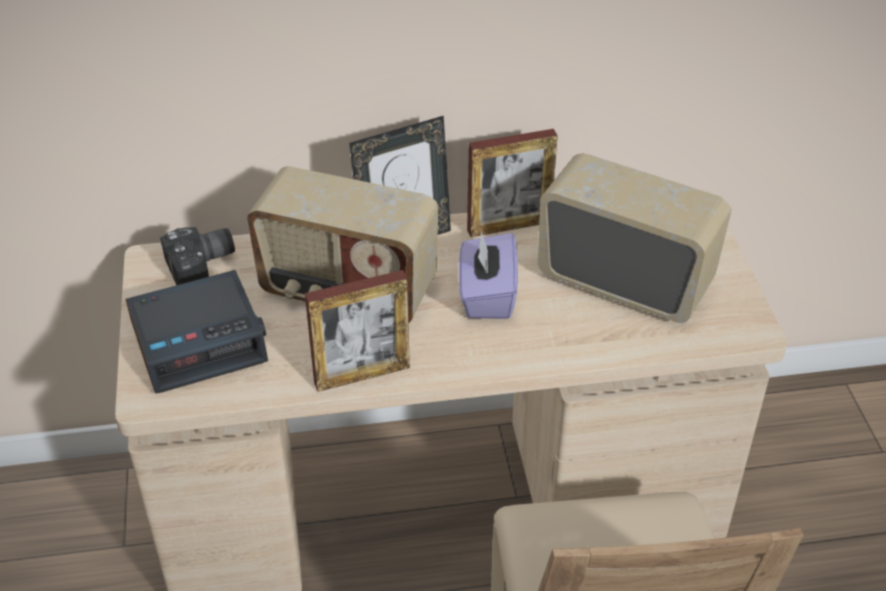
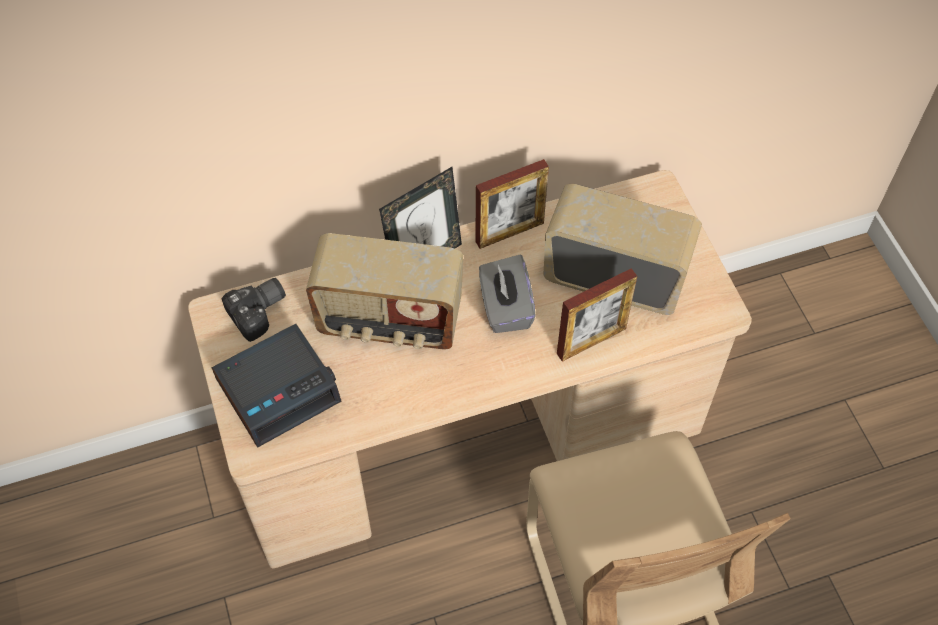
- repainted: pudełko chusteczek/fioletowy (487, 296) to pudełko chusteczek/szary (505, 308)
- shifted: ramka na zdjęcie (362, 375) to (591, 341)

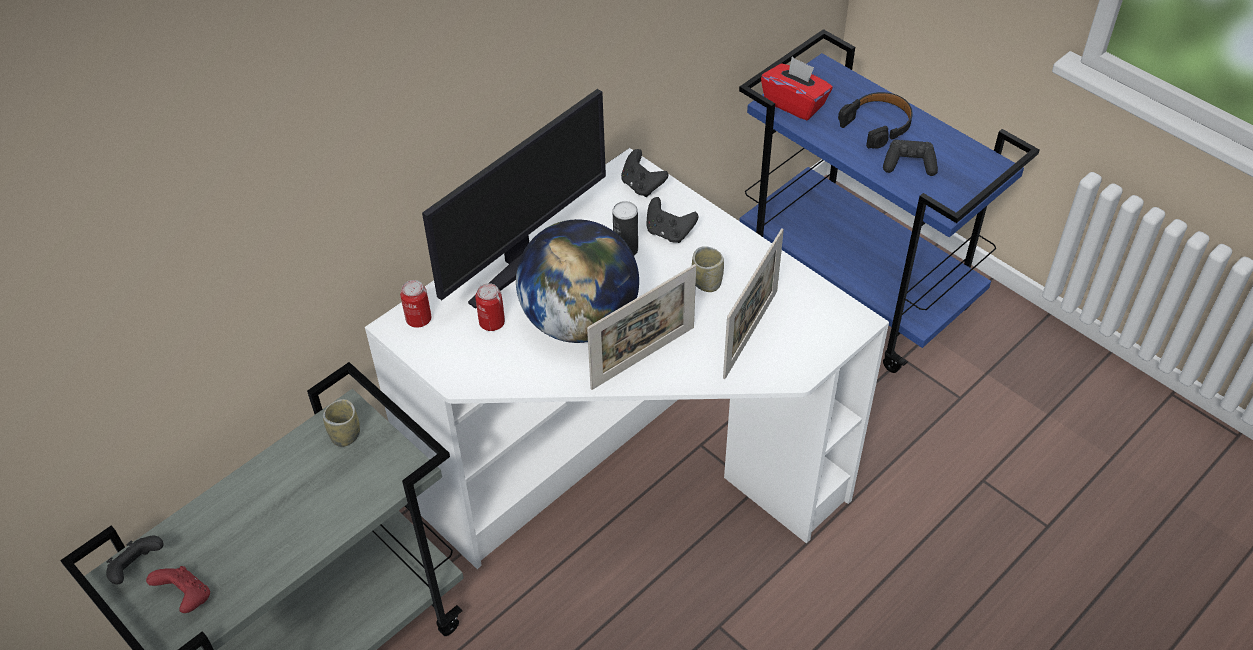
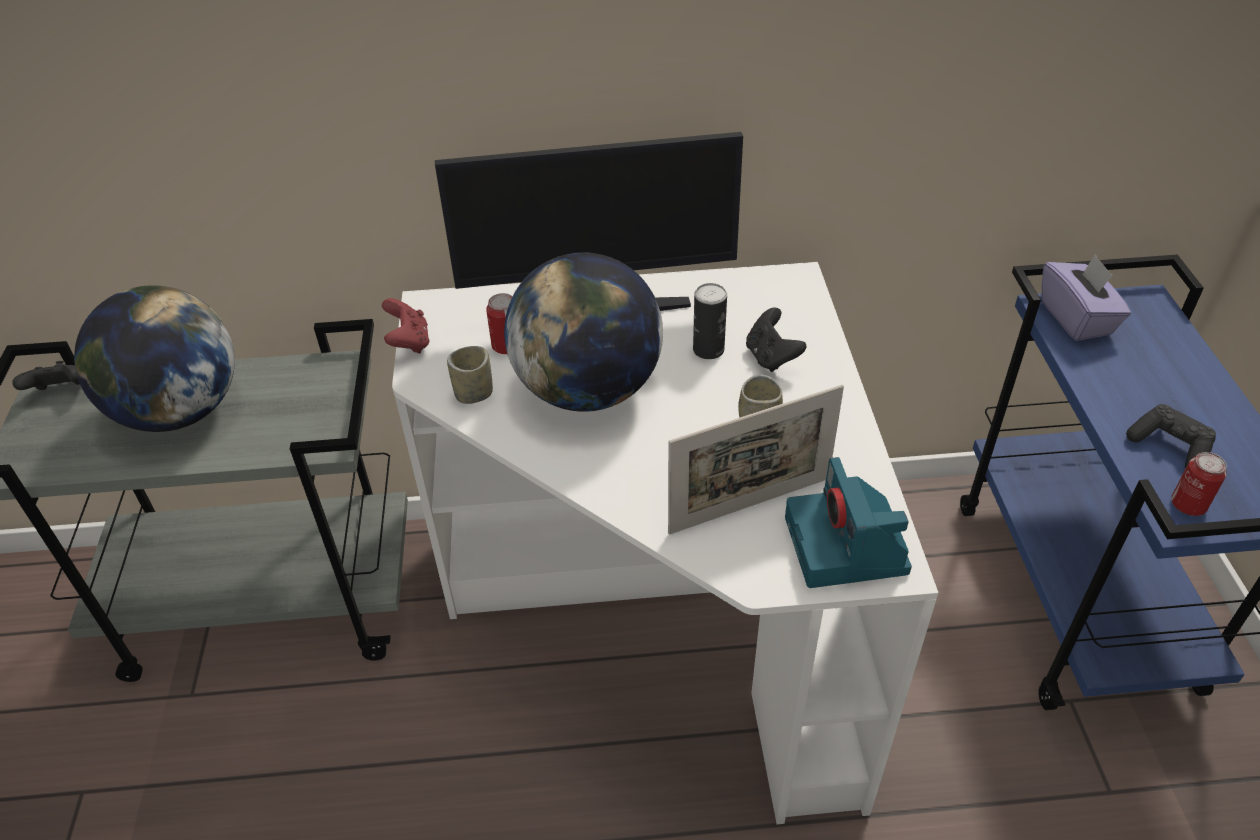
- new: globus (179, 411)
- shifted: pad do gier/czerwony (186, 597) to (409, 342)
- shifted: filiżanka (345, 435) to (474, 394)
- new: aparat fotograficzny (847, 547)
- repainted: pudełko chusteczek/czerwony (794, 104) to pudełko chusteczek/fioletowy (1076, 318)
- shifted: puszka (418, 319) to (1188, 505)
- gone: ramka na zdjęcie (643, 357)
- gone: pad do gier/czarny (642, 186)
- gone: słuchawki/czarny (877, 125)

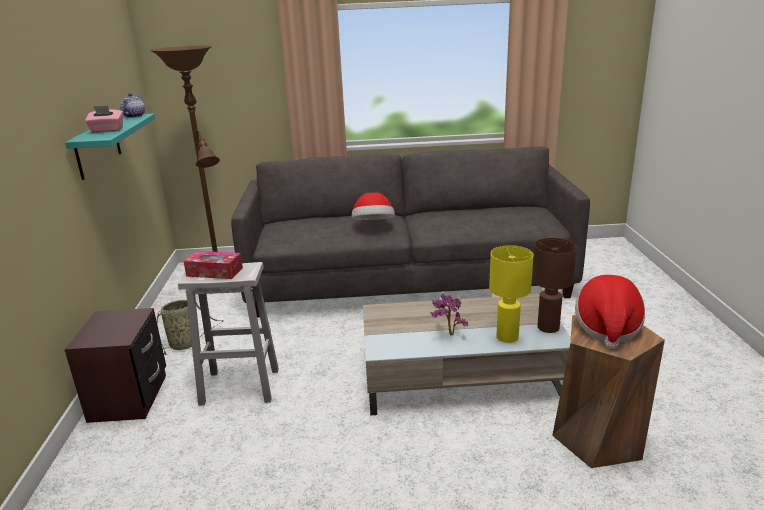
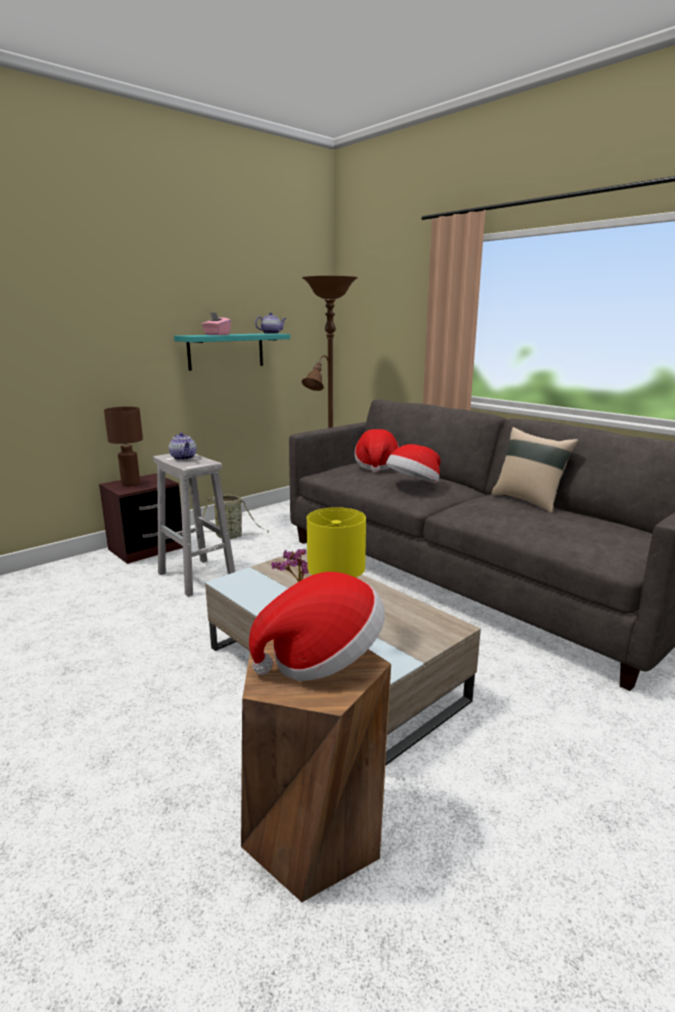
- shifted: lampa stołowa/brązowy (548, 327) to (131, 484)
- swapped: pudełko chusteczek (214, 272) to imbryk (184, 458)
- new: kapelusz (376, 466)
- new: poduszka/beżowy (528, 501)

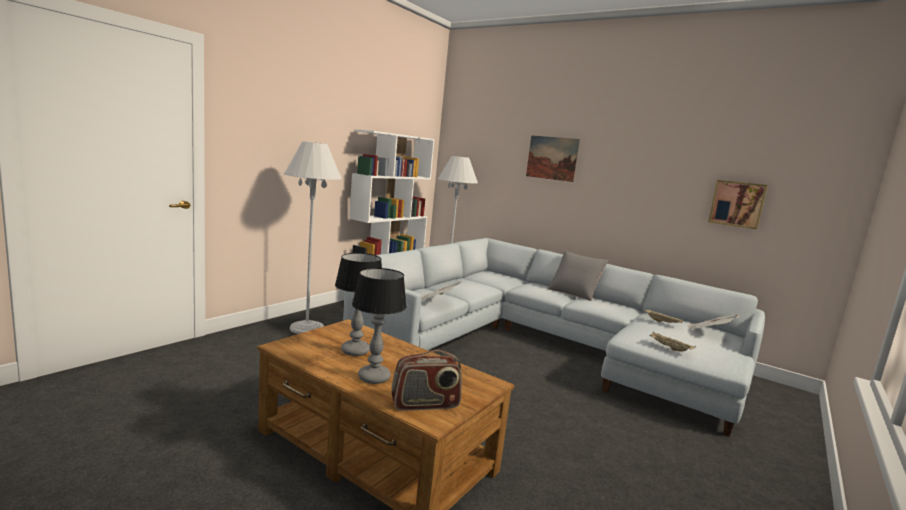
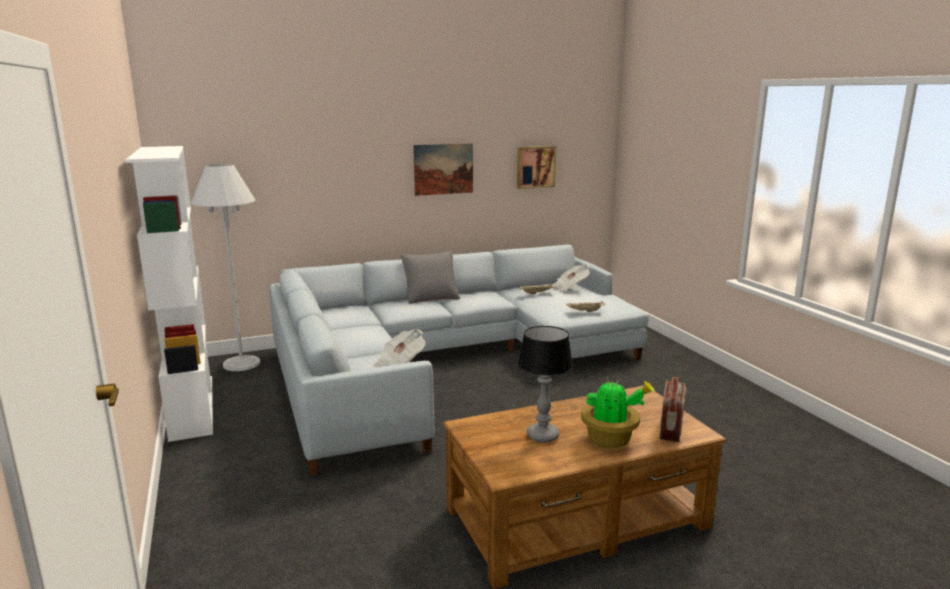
- shifted: obraz (552, 158) to (443, 169)
- swapped: lampa stołowa (374, 378) to roślina doniczkowa (611, 439)
- gone: lampa stojąca/biały (307, 328)

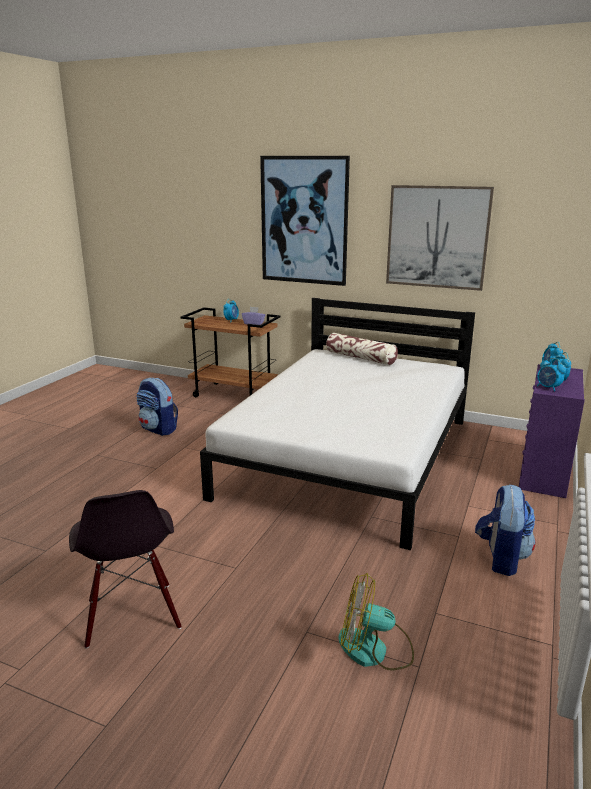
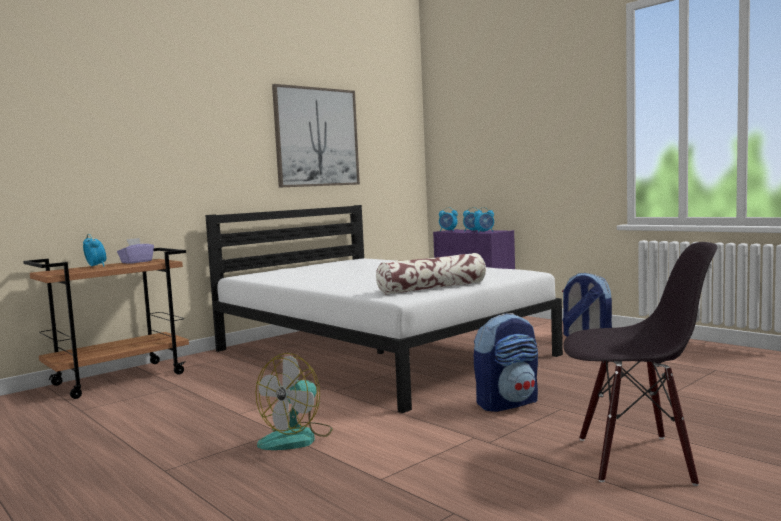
- shifted: wentylator (374, 649) to (297, 437)
- shifted: poduszka (361, 358) to (433, 288)
- shifted: plecak (159, 429) to (507, 403)
- gone: obraz (304, 221)

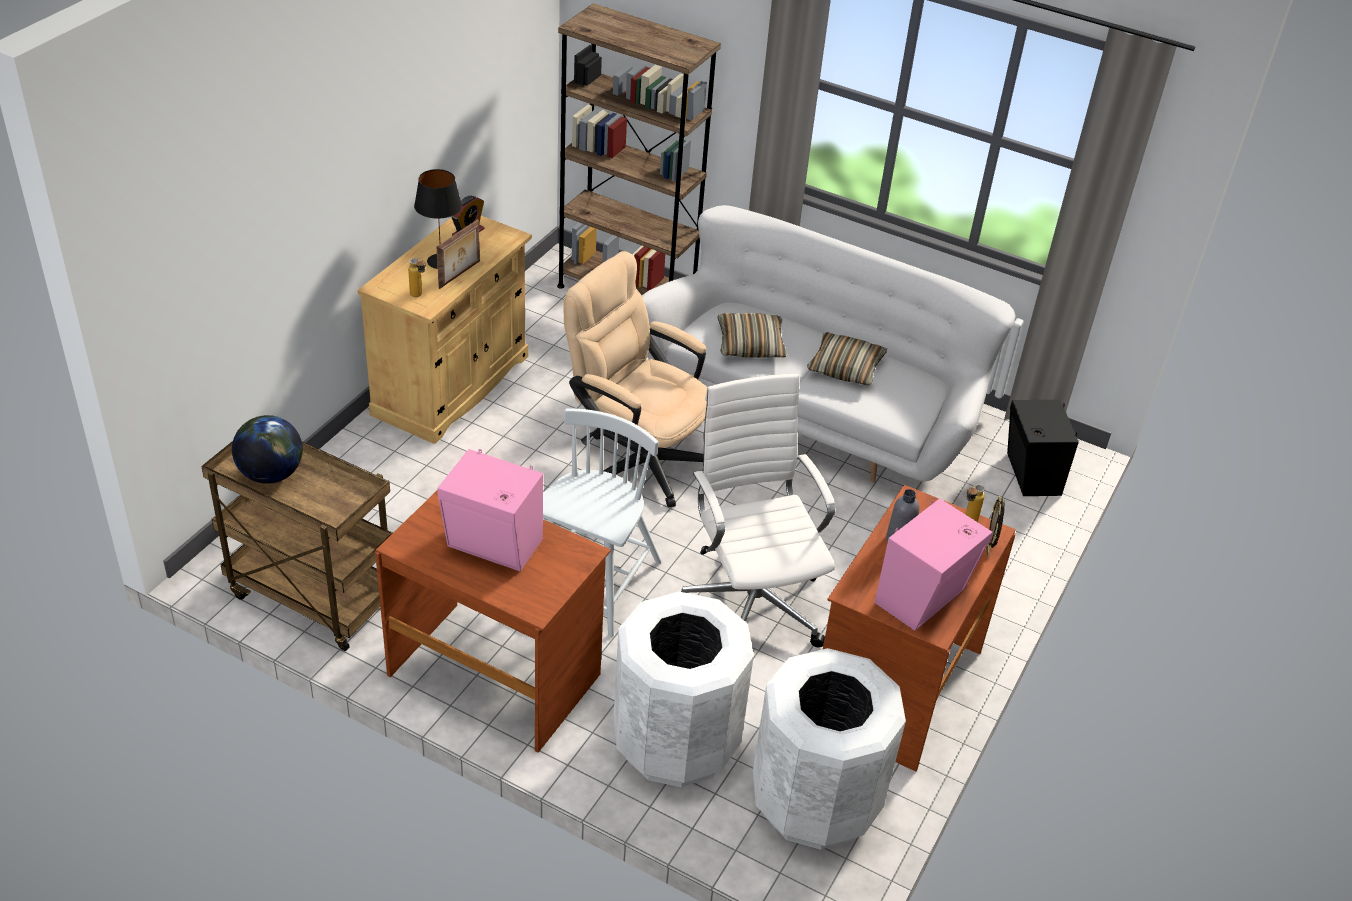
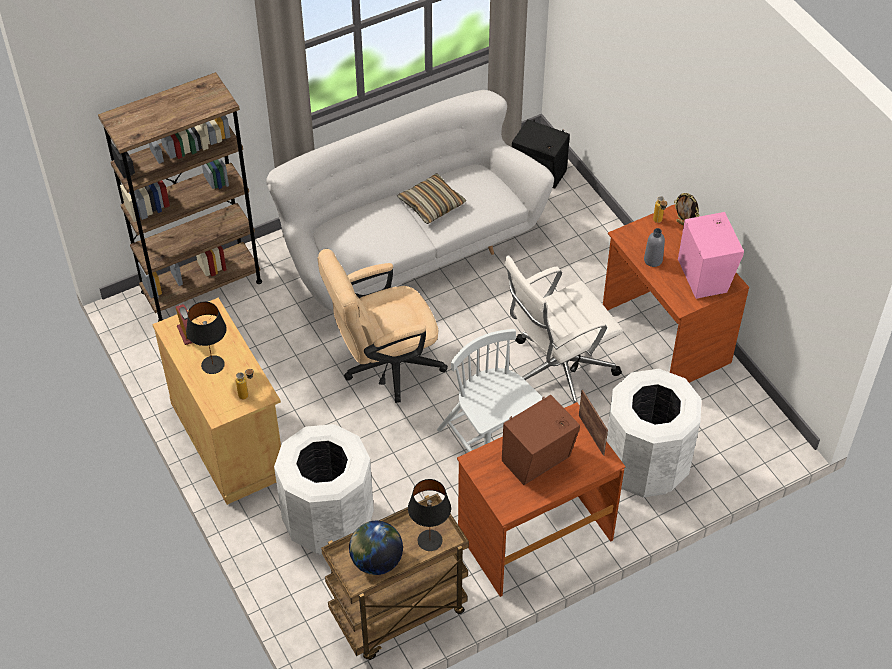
- shifted: kosz na śmieci/biały (814, 802) to (329, 522)
- new: lampa stołowa/czarny (430, 540)
- repainted: głośnik/różowy (494, 546) to głośnik/brązowy (539, 460)
- rotated: krzesło biurowe/biały (752, 602) = (557, 371) 45 degrees counterclockwise
- shifted: ramka na zdjęcie (460, 275) to (592, 434)
- gone: poduszka (750, 344)

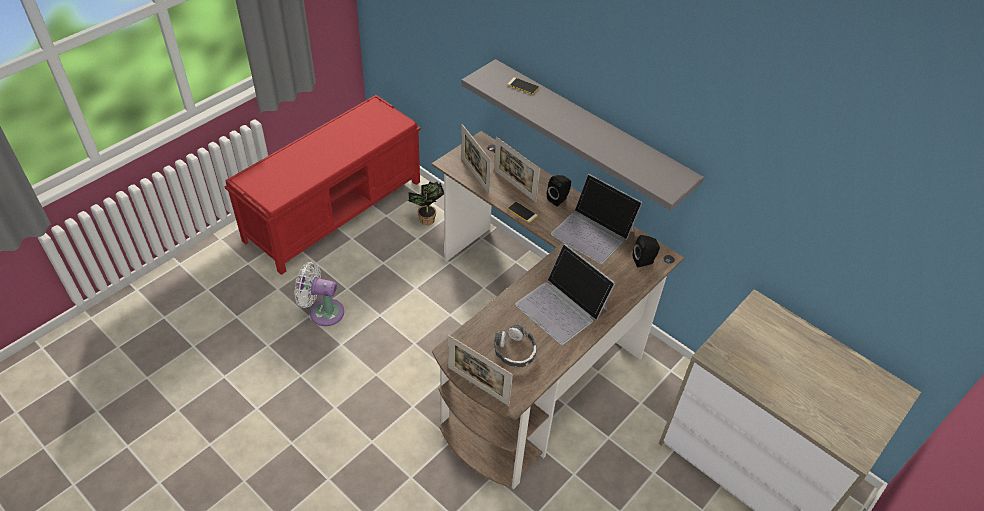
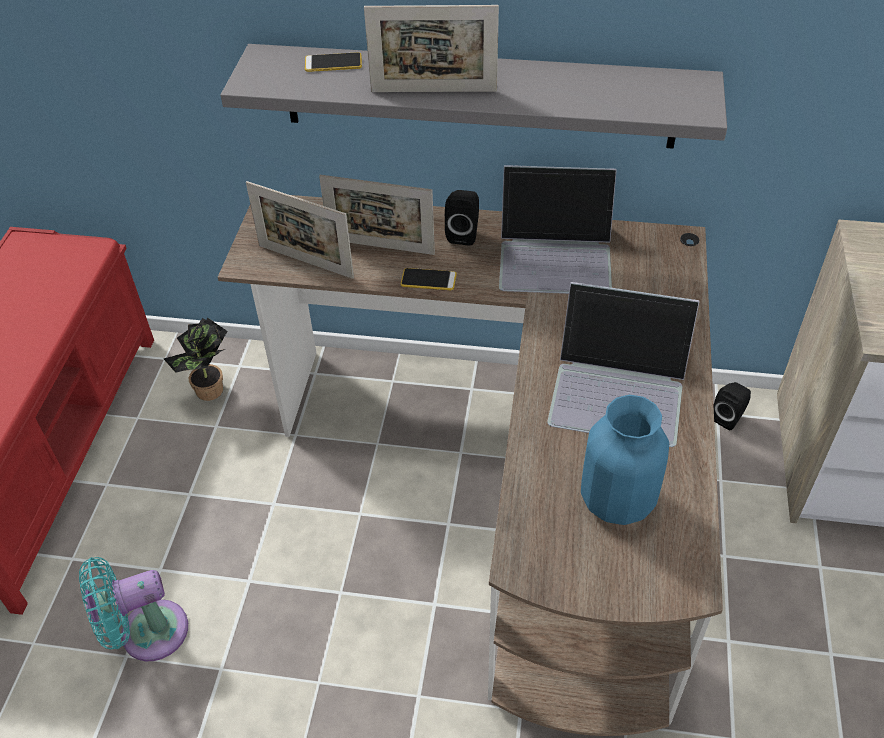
- repainted: wentylator/biały (323, 312) to wentylator/turkusowy (147, 633)
- shifted: ramka na zdjęcie (478, 386) to (433, 91)
- swapped: słuchawki (514, 351) to wazon/niebieski (617, 499)
- shifted: głośnik/czarny (644, 261) to (728, 417)

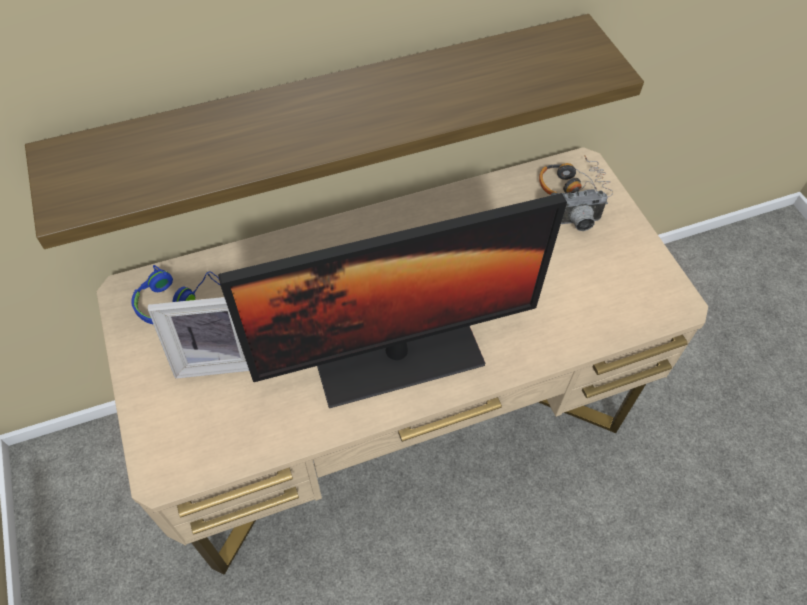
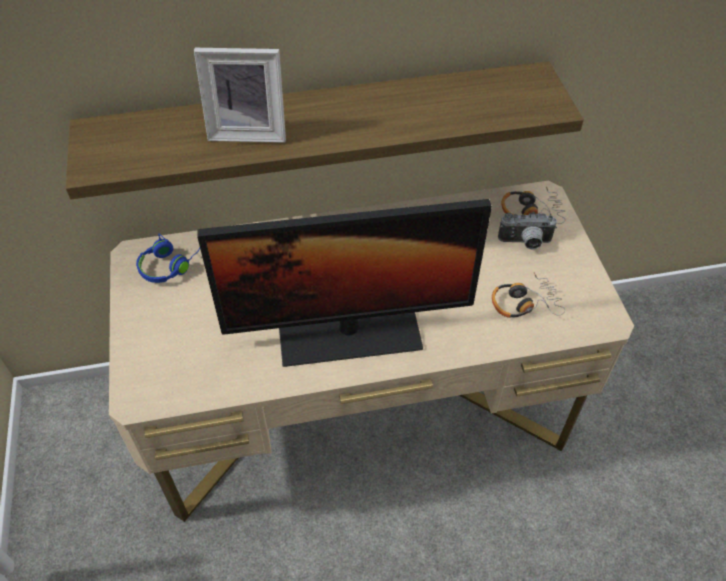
- shifted: ramka na zdjęcie (217, 358) to (248, 131)
- new: słuchawki (524, 303)

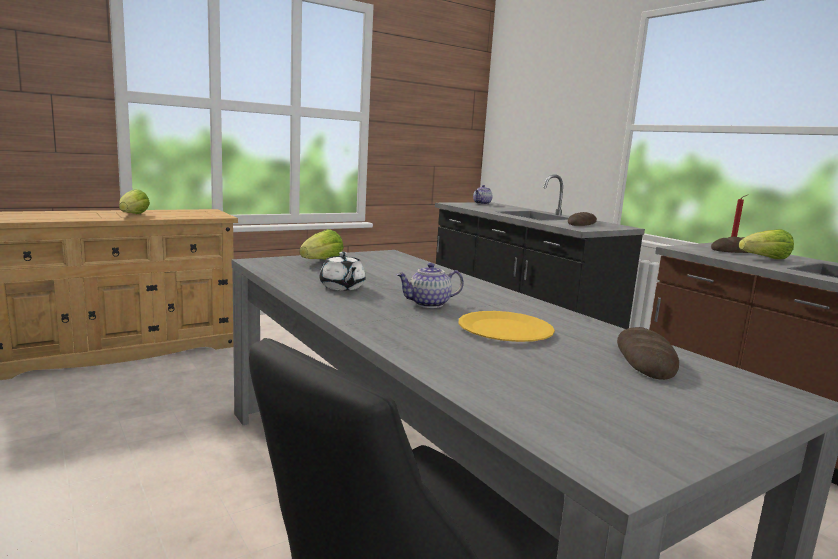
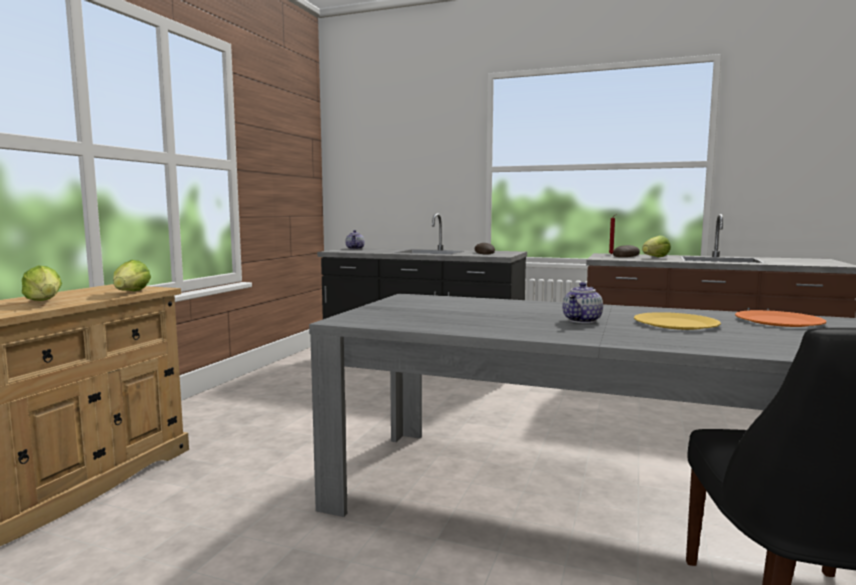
- shifted: sałata (321, 261) to (131, 293)
- swapped: chleb (645, 359) to talerz/pomarańczowy (778, 321)
- gone: imbryk/biały (342, 287)

